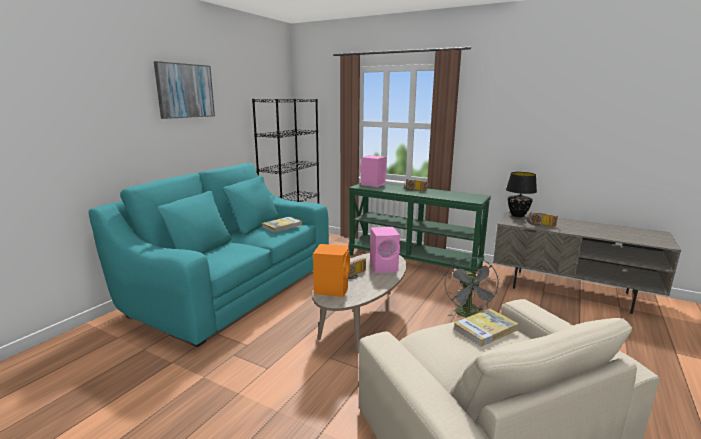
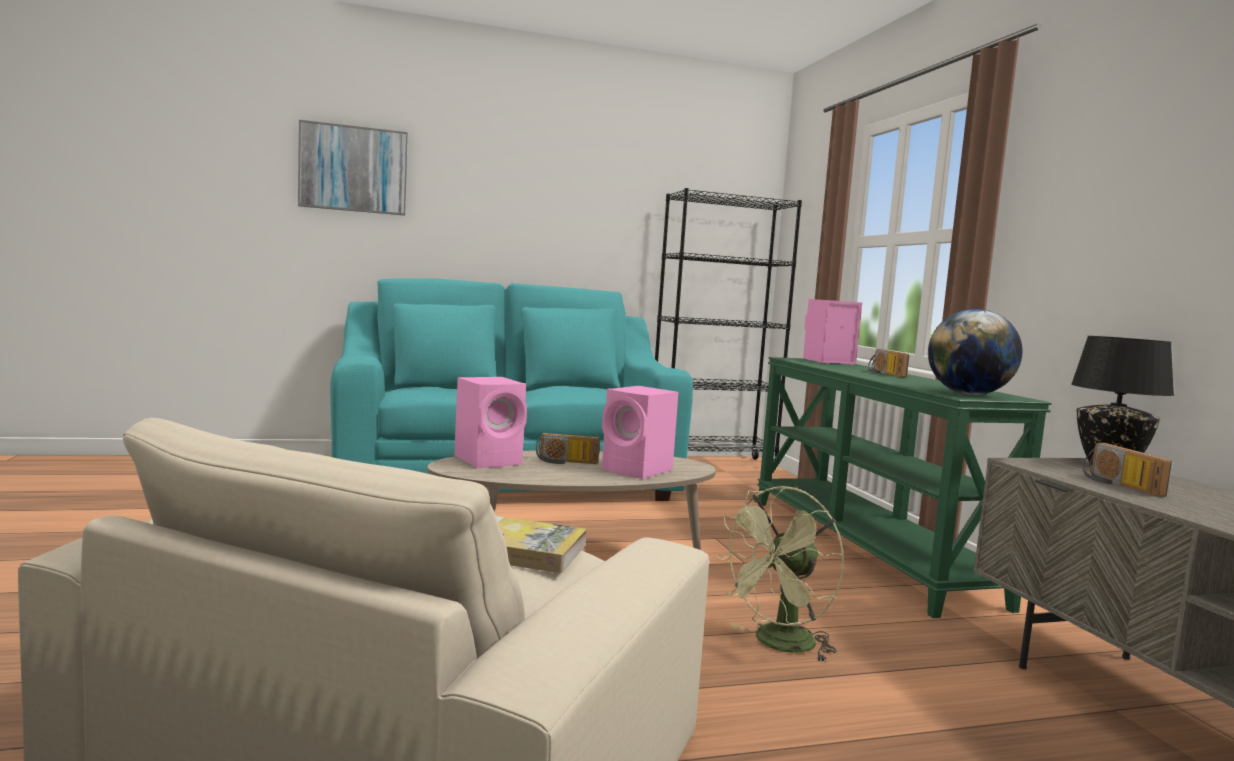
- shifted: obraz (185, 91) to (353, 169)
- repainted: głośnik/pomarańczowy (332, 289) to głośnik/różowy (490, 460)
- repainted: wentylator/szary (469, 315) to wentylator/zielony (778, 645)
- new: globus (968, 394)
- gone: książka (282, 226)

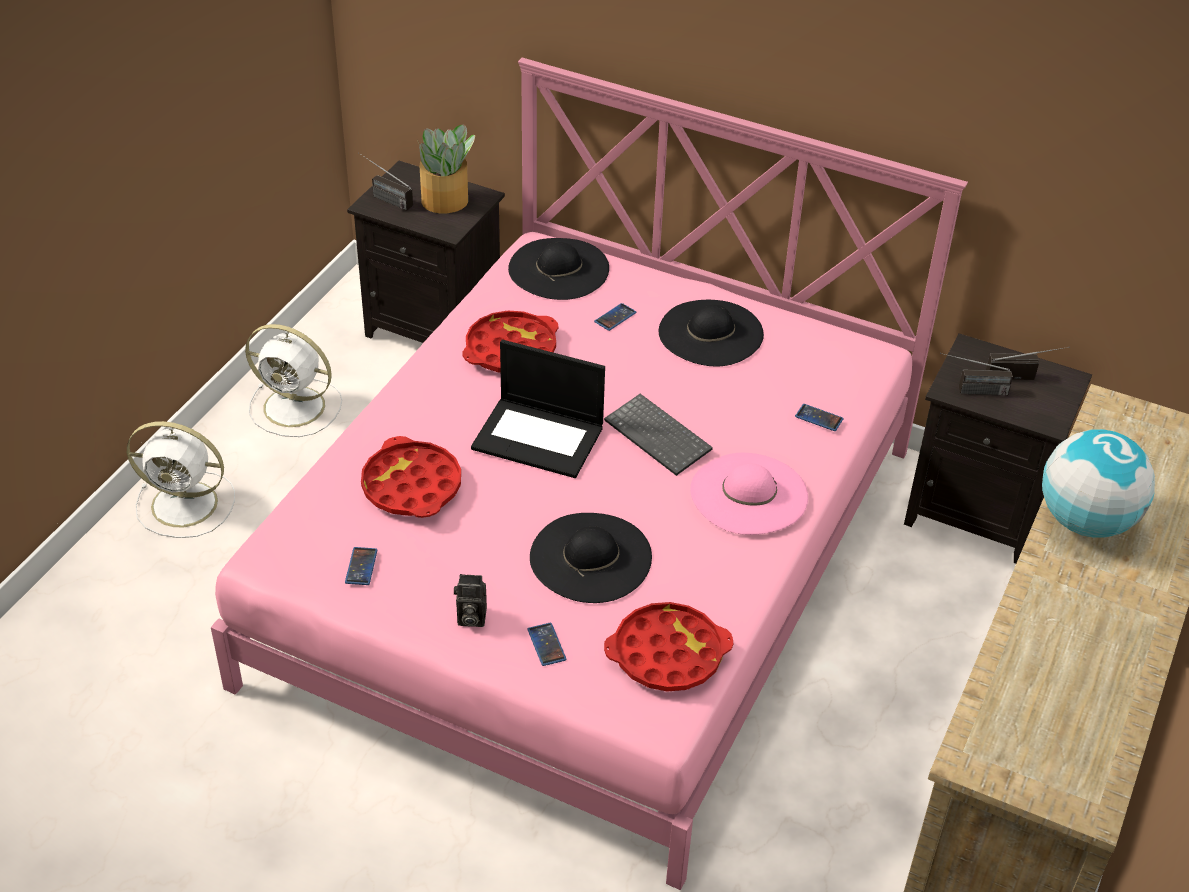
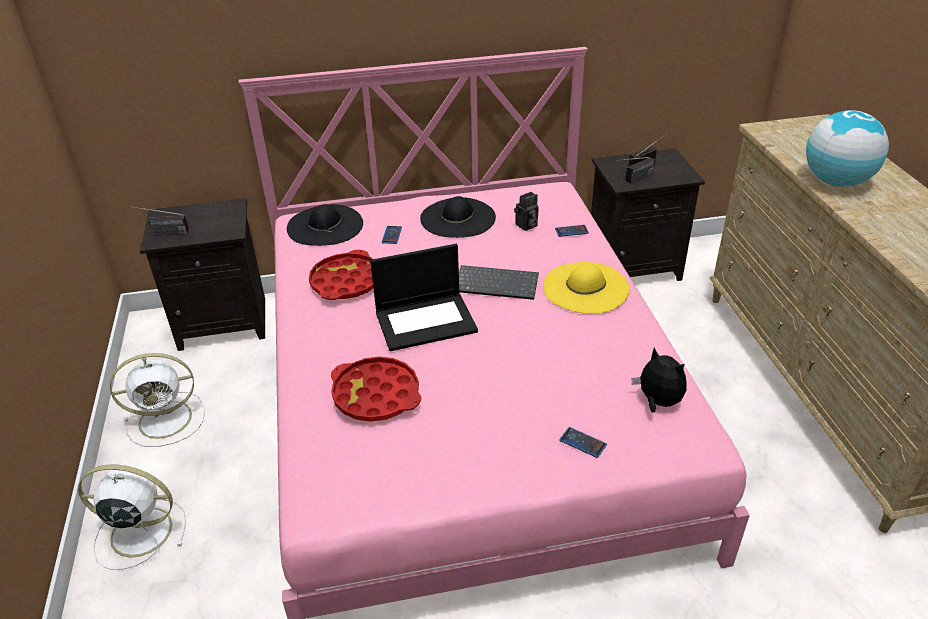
- rotated: wentylator/biały (187, 504) = (139, 532) 150 degrees counterclockwise
- shifted: aparat fotograficzny (470, 618) to (526, 226)
- repainted: kapelusz/różowy (748, 494) to kapelusz/żółty (585, 287)
- swapped: taca/czerwony (667, 654) to pluszak (657, 402)
- gone: telefon (361, 566)
- gone: roślina doniczkowa (446, 201)
- gone: kapelusz/czarny (590, 557)

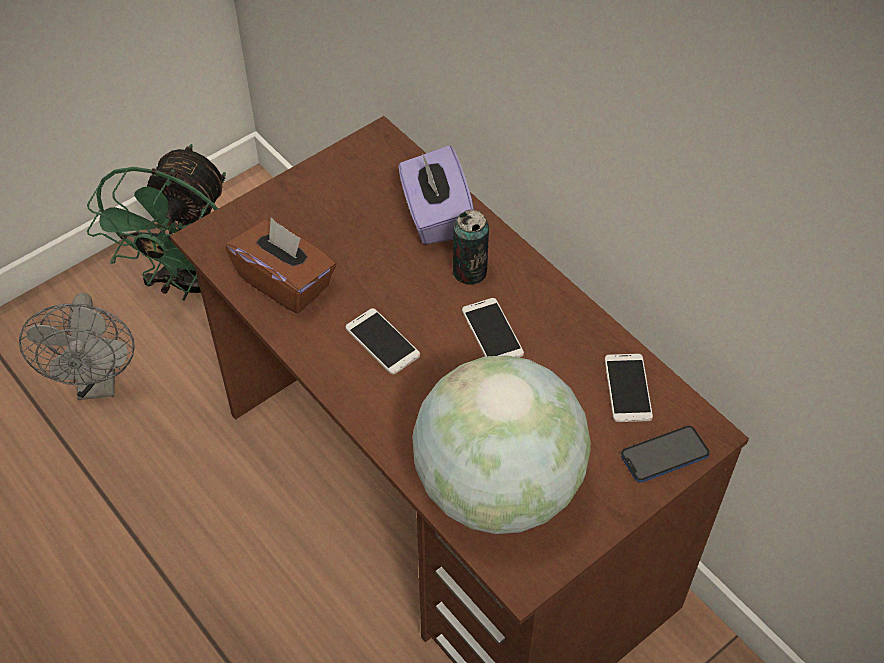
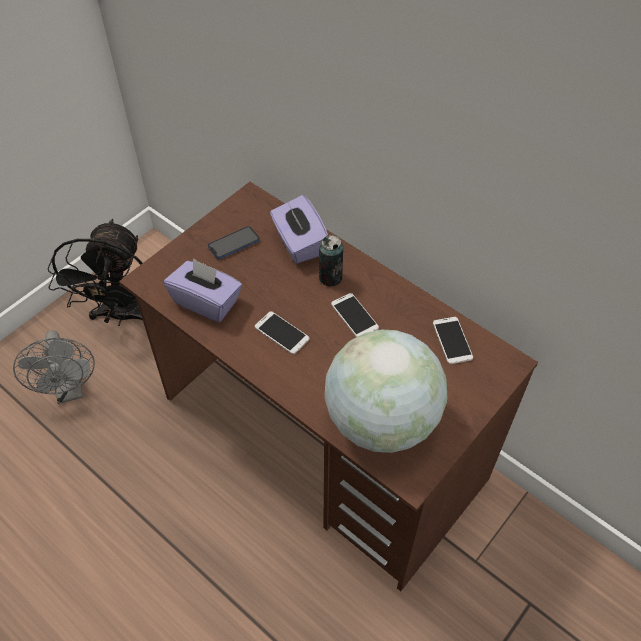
- repainted: wentylator/zielony (191, 287) to wentylator/czarny (122, 316)
- repainted: pudełko chusteczek/brązowy (286, 282) to pudełko chusteczek/fioletowy (207, 302)
- shifted: telefon (664, 455) to (234, 243)

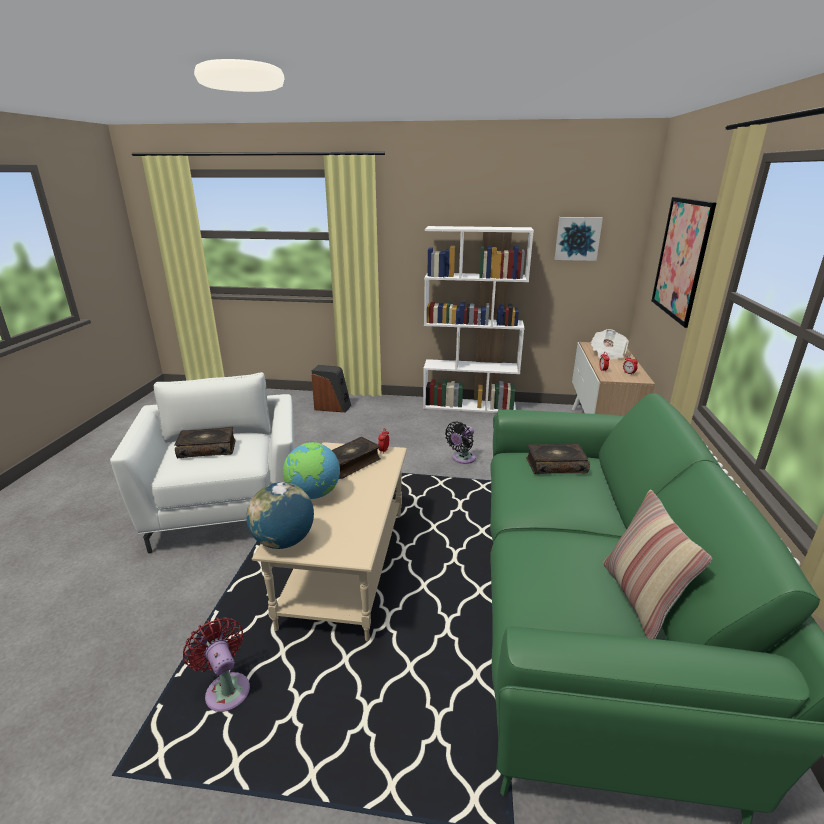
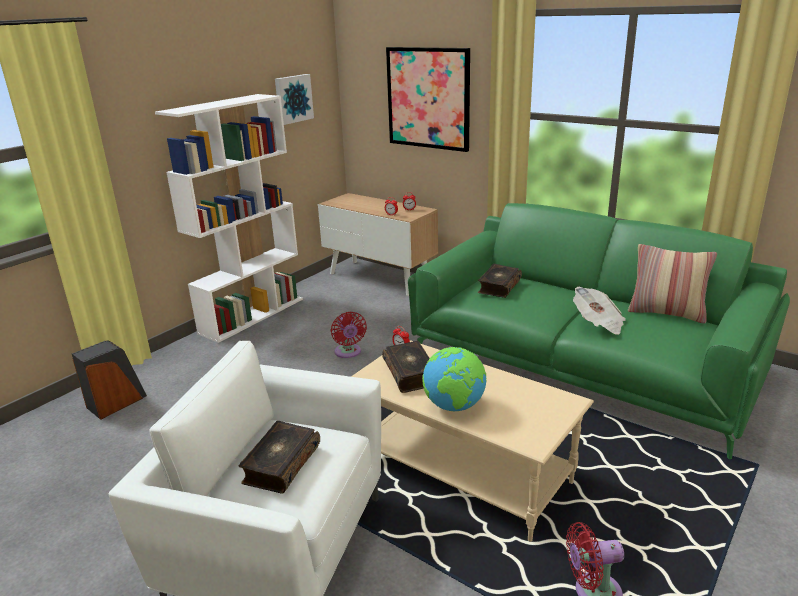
- repainted: wentylator/czarny (462, 459) to wentylator/czerwony (348, 353)
- shifted: gazeta (607, 355) to (598, 323)
- gone: globus (284, 541)

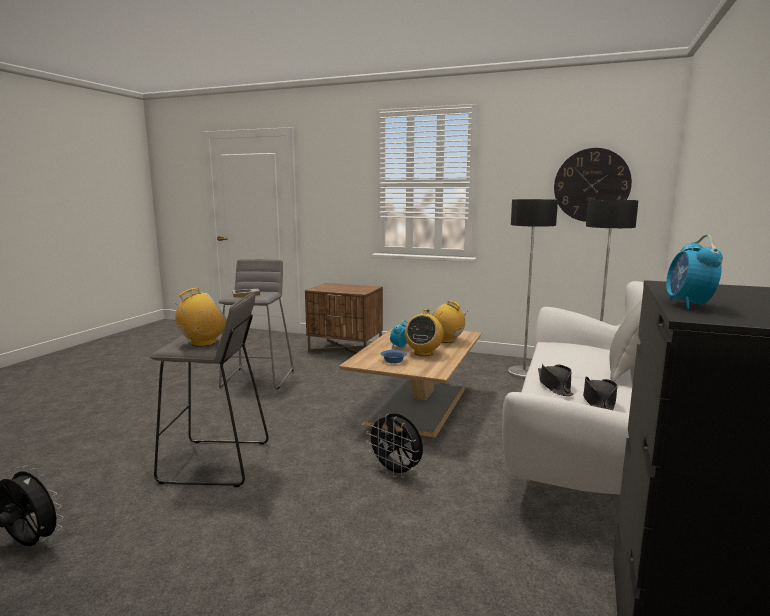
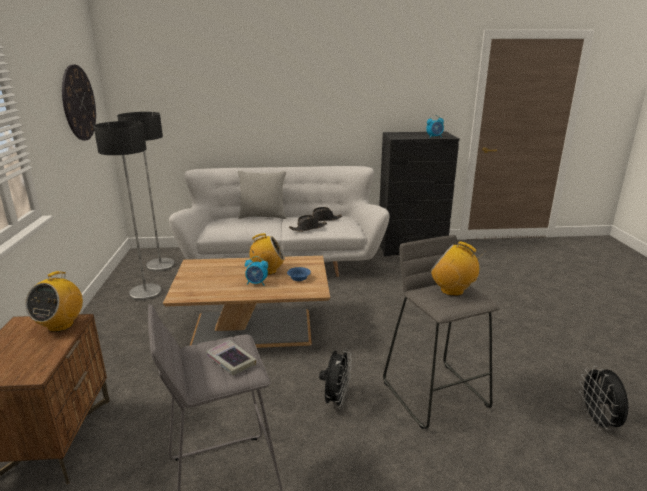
- shifted: radio (447, 340) to (61, 325)
- shifted: wentylator/czarny (396, 472) to (336, 400)

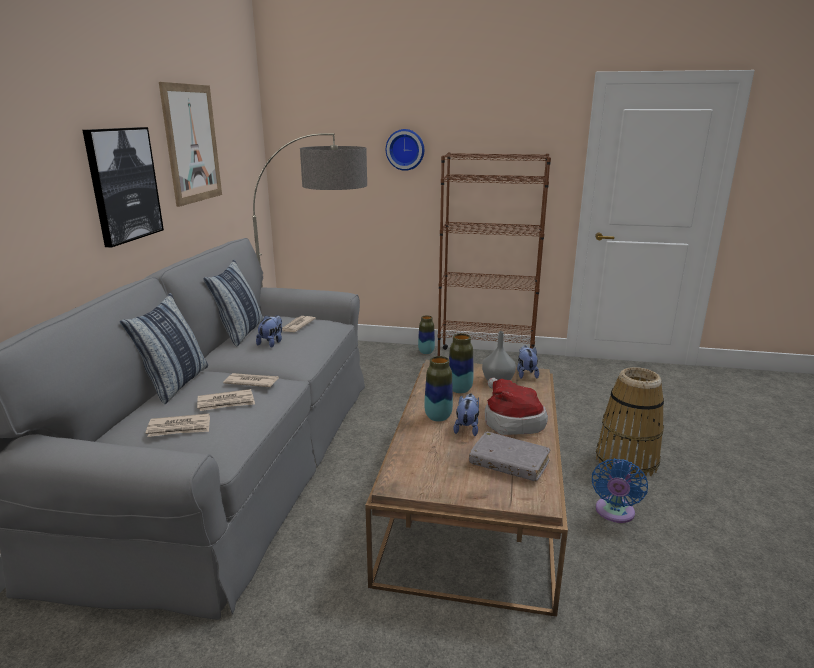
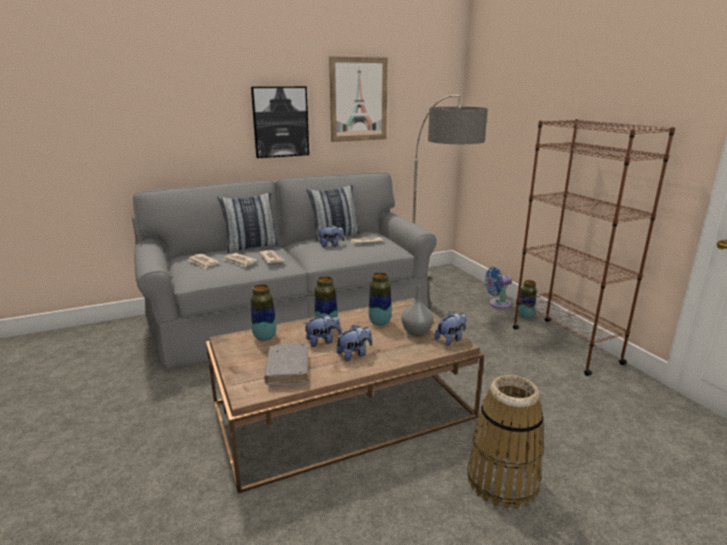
- new: wazon (264, 337)
- swapped: kapelusz (511, 421) to pluszak (354, 354)
- shifted: wentylator/niebieski (614, 513) to (497, 304)
- gone: zegar ścienny (405, 149)

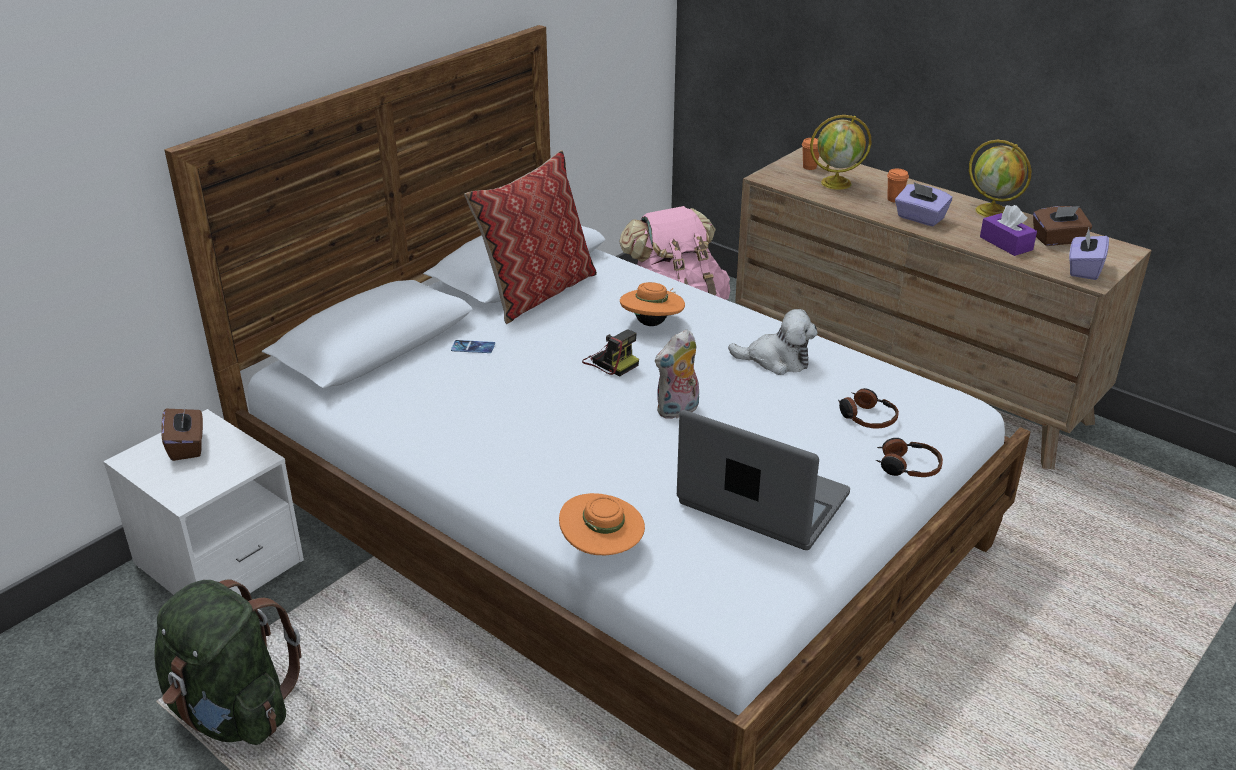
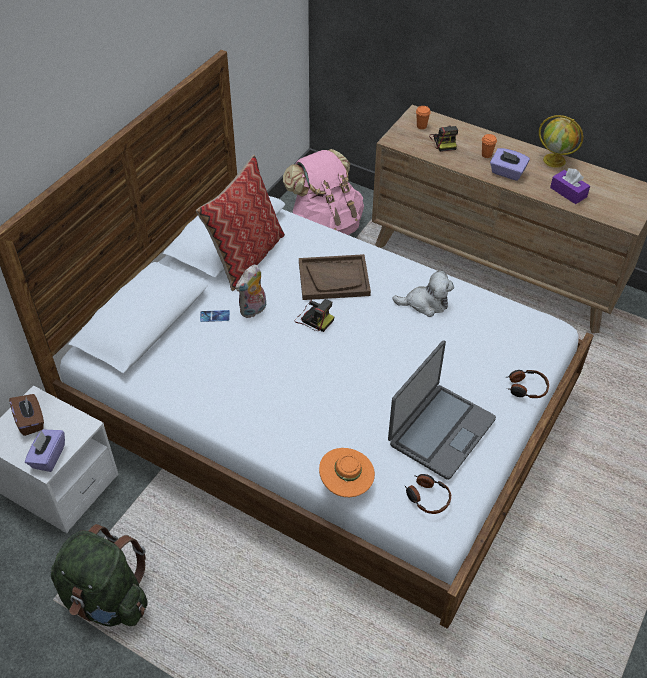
- shifted: pudełko chusteczek/fioletowy (1083, 269) to (48, 457)
- shifted: pluszak (678, 411) to (253, 311)
- swapped: kapelusz/pomarańczowy (652, 323) to taca/brązowy (334, 279)
- rotated: laptop (762, 501) = (440, 431) 105 degrees clockwise
- shifted: słuchawki (866, 417) to (427, 497)
- swapped: globus (837, 183) to aparat fotograficzny (444, 141)
- gone: pudełko chusteczek/brązowy (1058, 240)

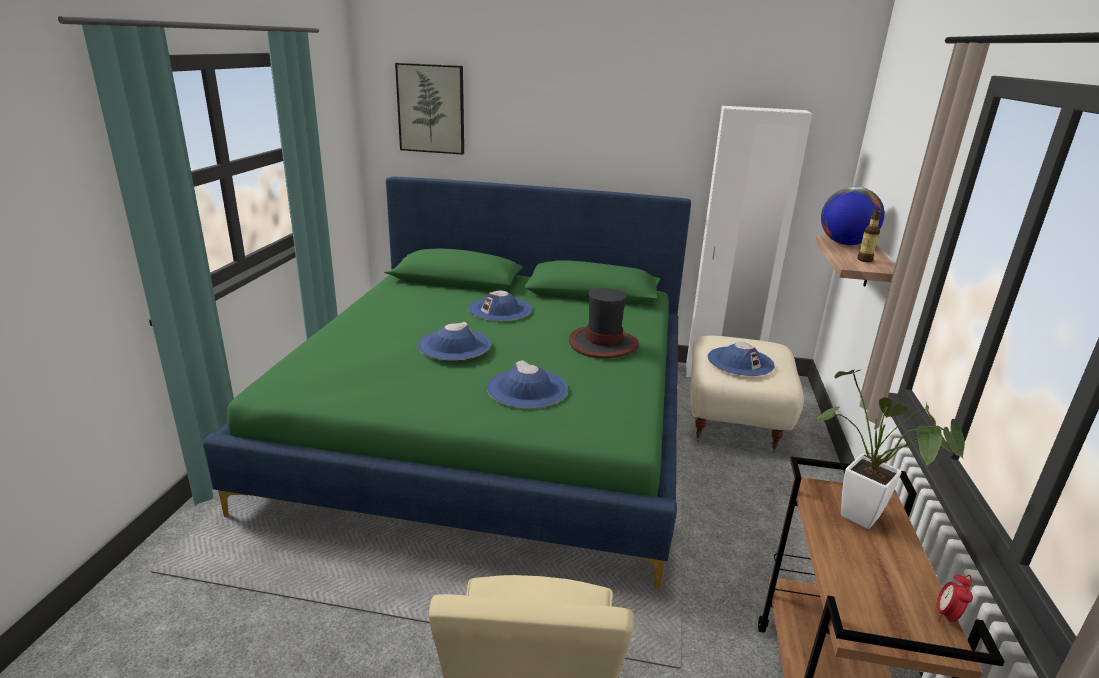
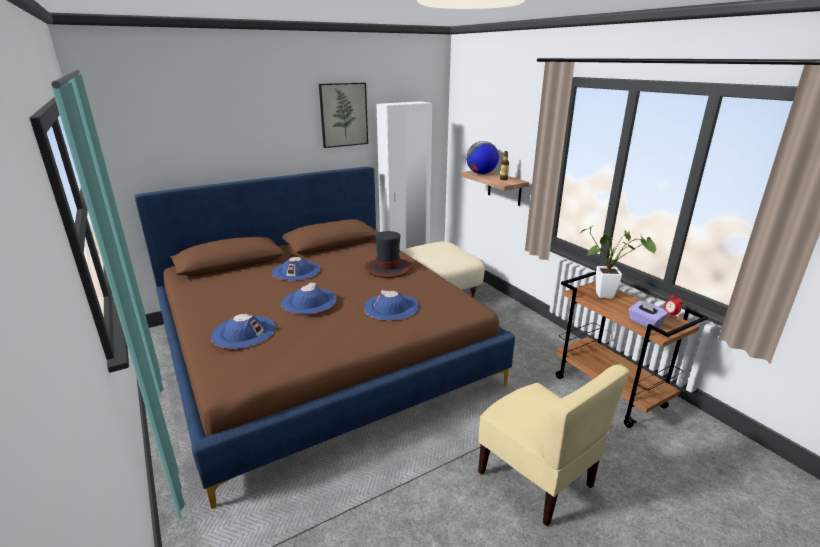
- repainted: łóżko/zielony (493, 425) to łóżko/brązowy (320, 353)
- shifted: kapelusz/niebieski (740, 361) to (244, 332)
- shifted: obraz (431, 109) to (343, 115)
- new: pudełko chusteczek/fioletowy (644, 323)

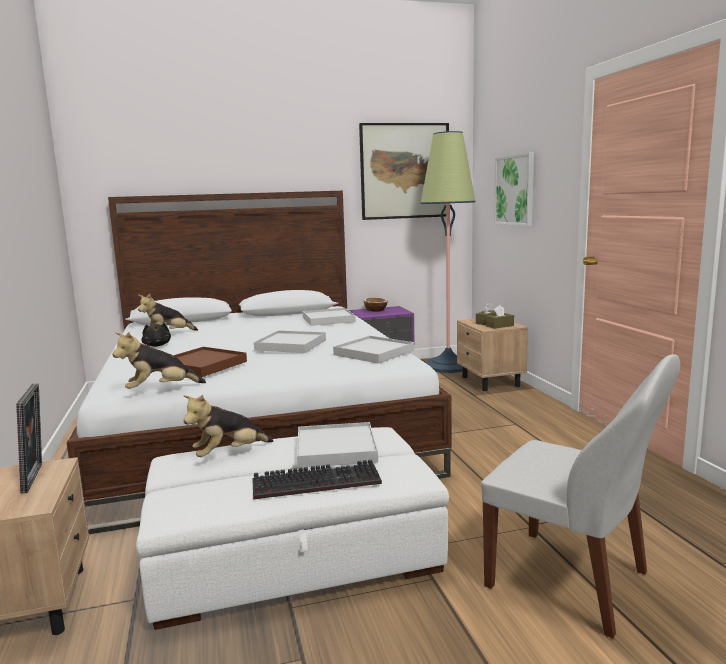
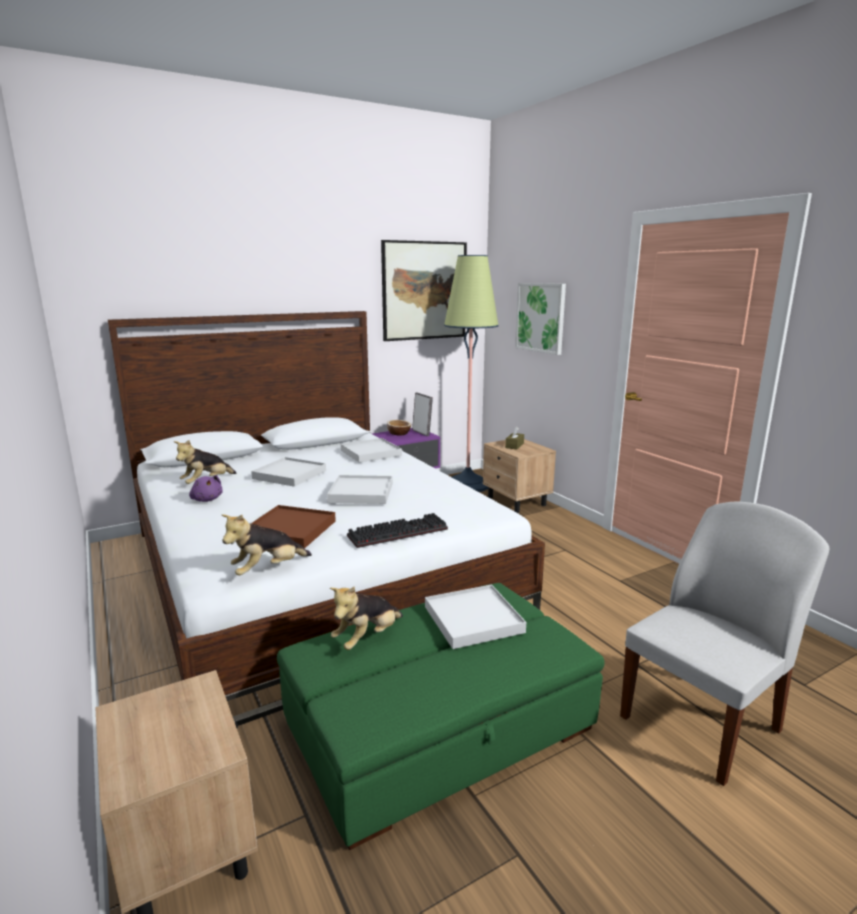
- repainted: pluszak/czarny (157, 345) to pluszak/fioletowy (207, 499)
- shifted: taca/biały (374, 353) to (289, 474)
- repainted: pufa/biały (293, 551) to pufa/zielony (438, 726)
- shifted: klawiatura (318, 481) to (398, 532)
- shifted: ramka na zdjęcie (36, 478) to (422, 433)
- rotated: krzesło/biały (571, 581) = (702, 722) 60 degrees counterclockwise
- gone: pudełko chusteczek/brązowy (500, 326)

